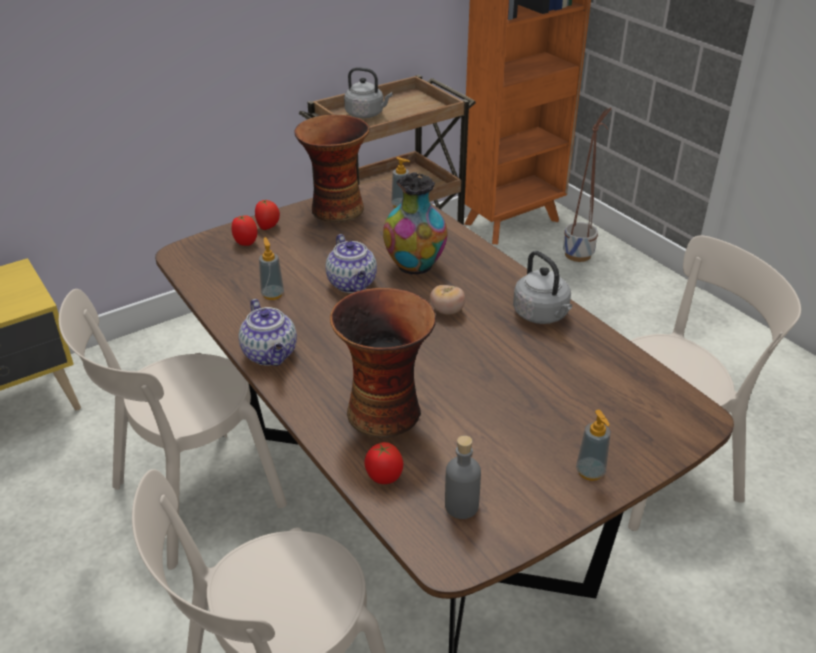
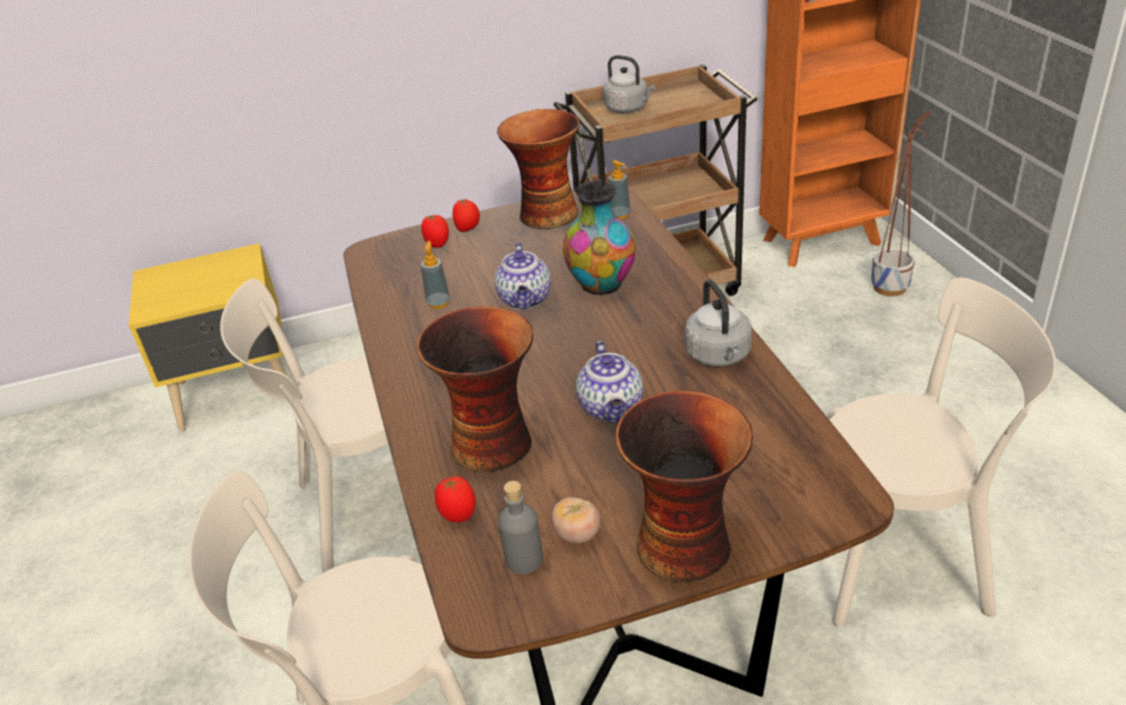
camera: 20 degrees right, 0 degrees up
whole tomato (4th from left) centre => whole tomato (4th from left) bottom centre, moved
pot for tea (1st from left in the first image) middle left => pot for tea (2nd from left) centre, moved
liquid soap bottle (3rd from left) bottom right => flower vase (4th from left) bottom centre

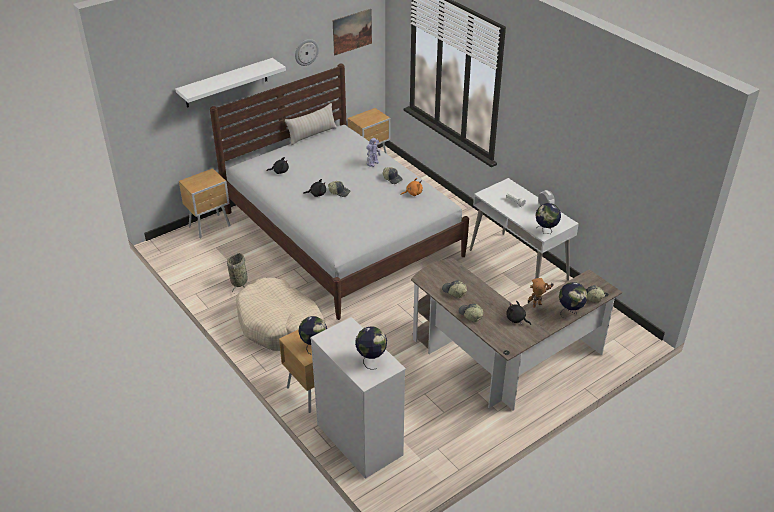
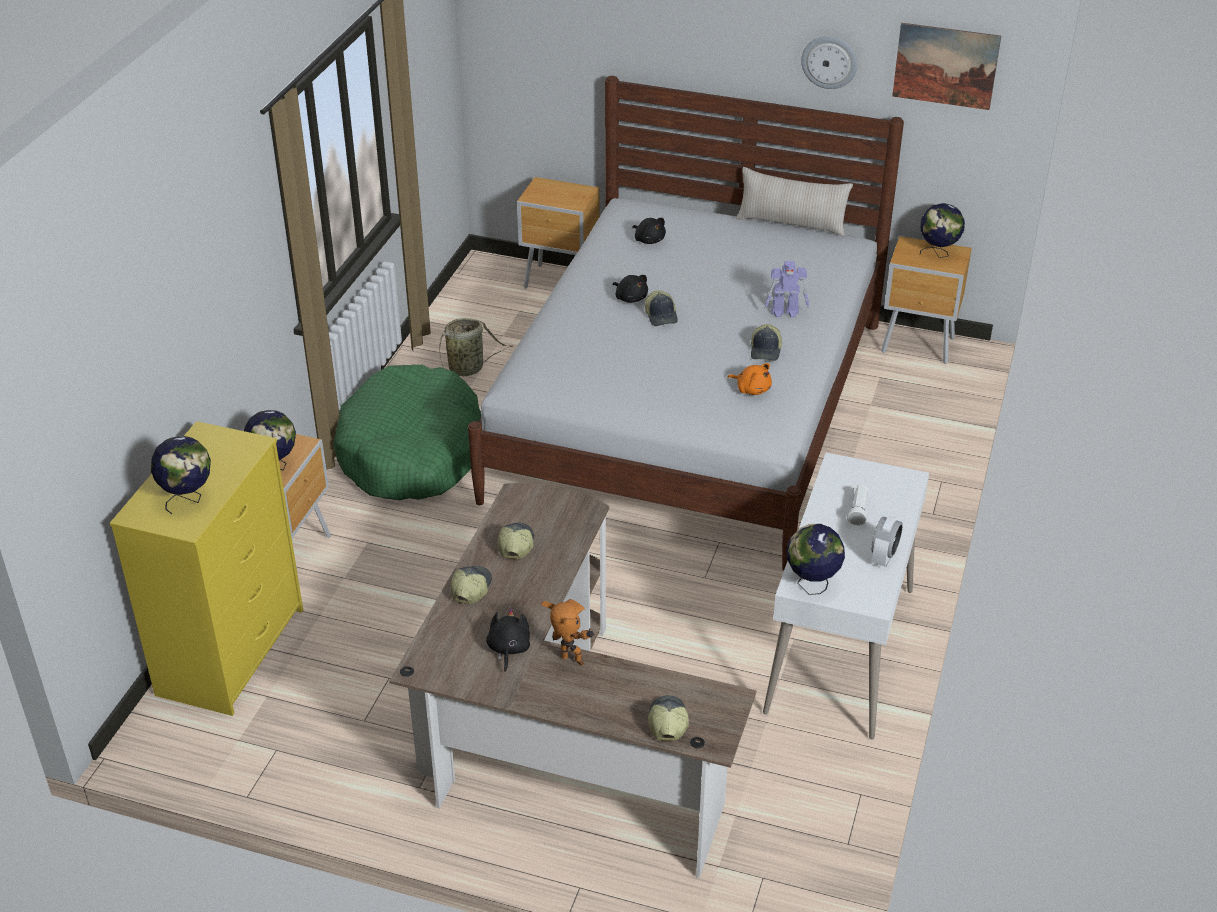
camera: 55 degrees right, 0 degrees up
dresser (whitish) bottom centre => dresser (yellow) middle left
dog cushion (beige) centre => dog cushion (greenish) centre
globe (4th from left) middle right => globe (4th from left) top right, moved
shelf (whitish) top left => nothing

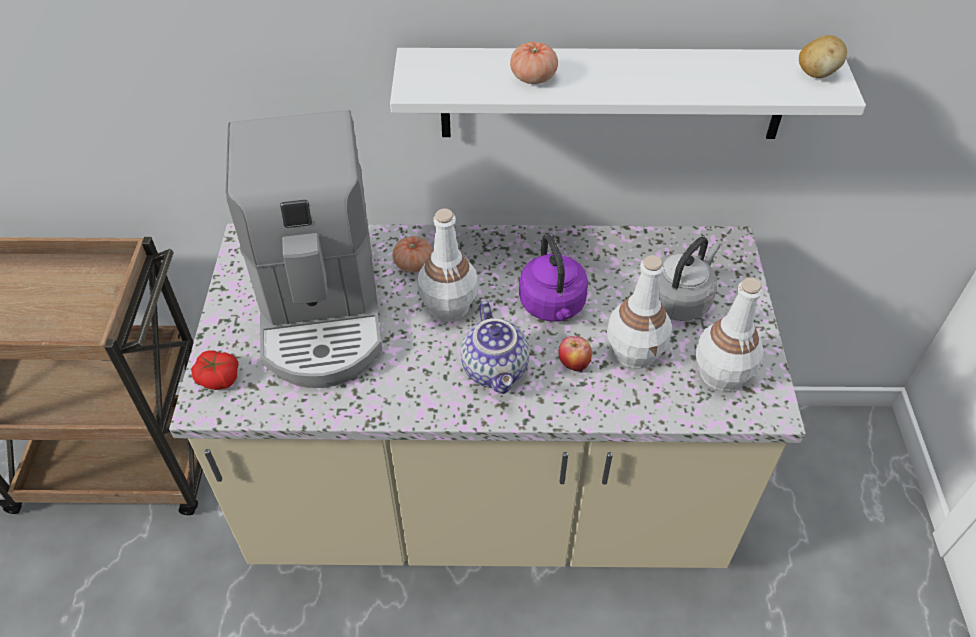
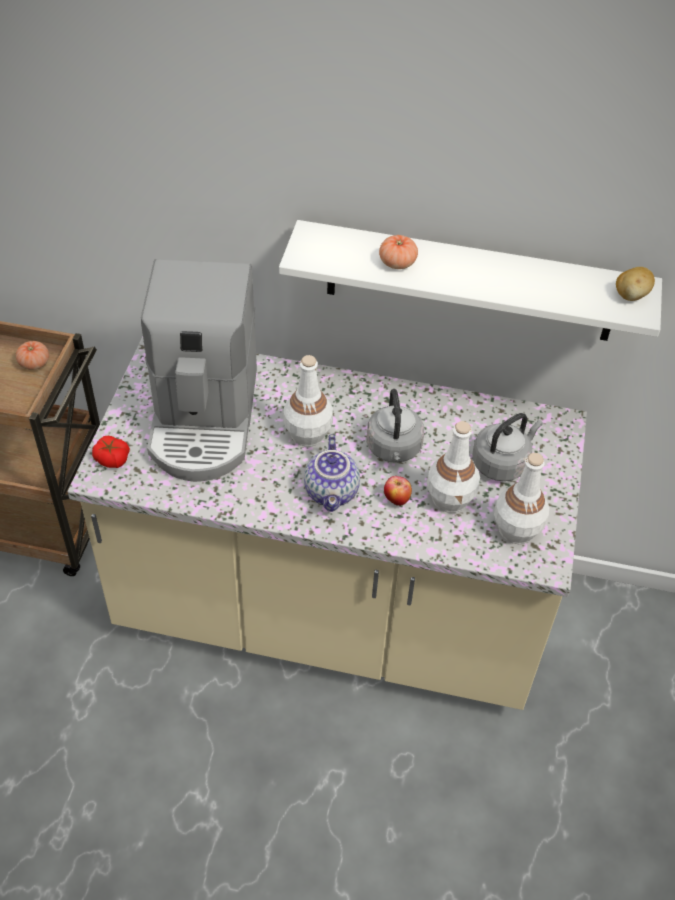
camera: 10 degrees right, 0 degrees up
whole tomato (2nd from left in the first image) centre => whole tomato (1st from left) middle left, moved
water kettle (purple) centre => water kettle (gray) (1st from left) centre

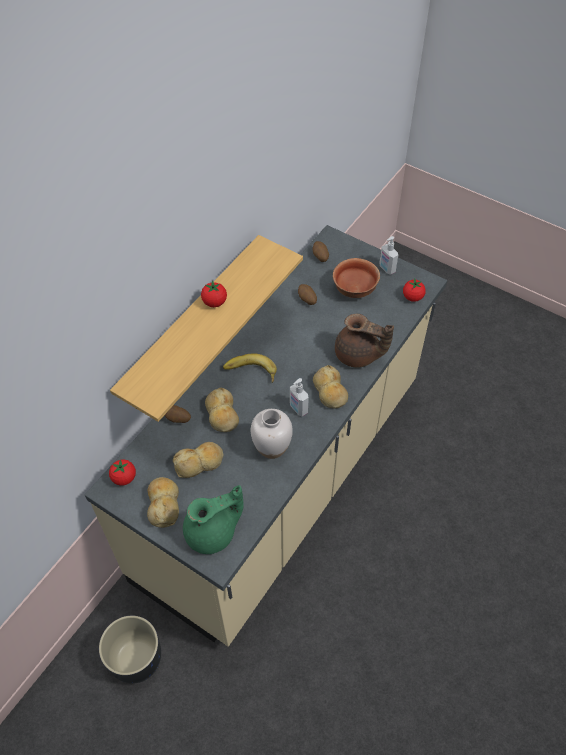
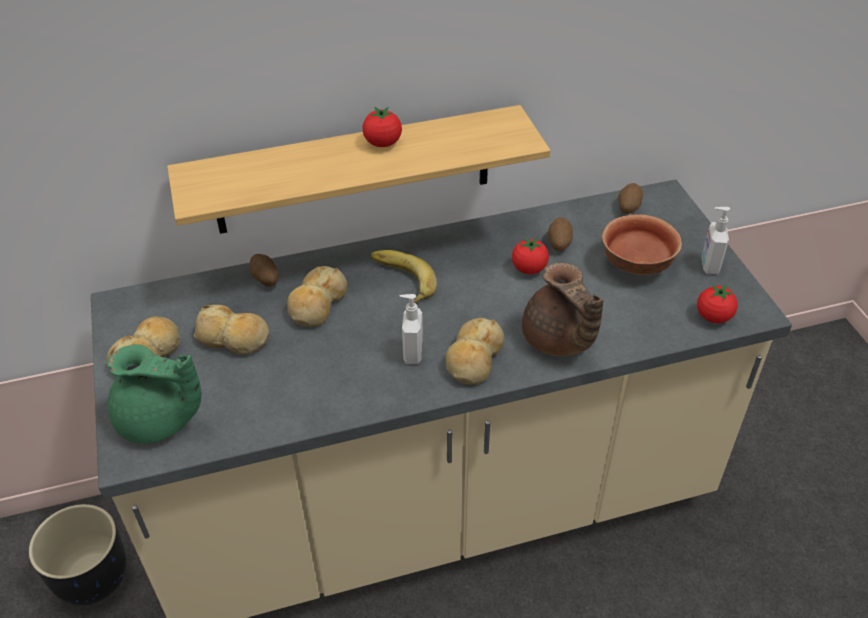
camera: 40 degrees right, 10 degrees down
whole tomato (1st from left in the first image) middle left => whole tomato (2nd from left) centre, moved
flower vase (whitish) centre => nothing

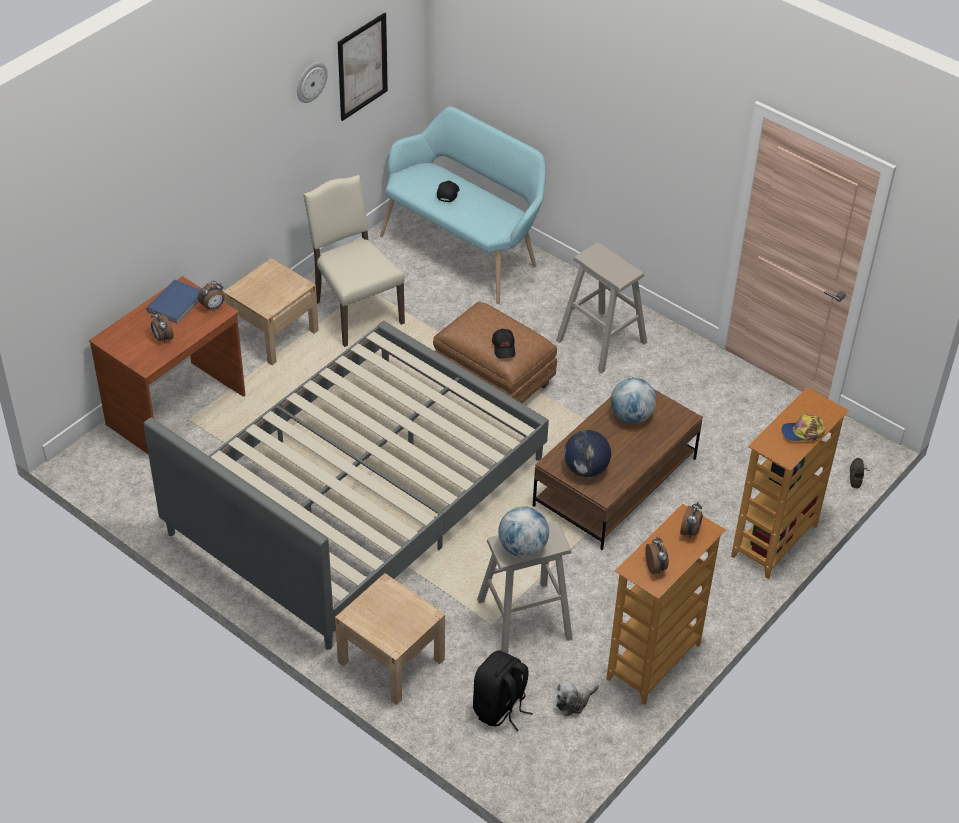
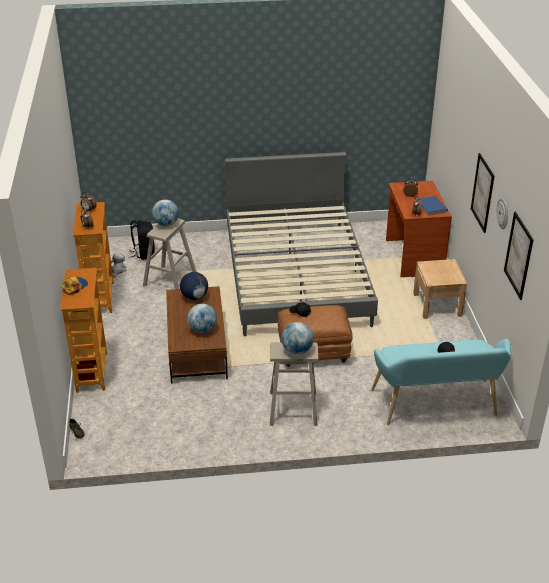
camera: 135 degrees right, 10 degrees down
nothing => globe (4th from left) centre
nothing => picture (1st from left) top right
plain chair (beige) top centre => nothing
nightstand (beige) (2nd from left) bottom centre => nothing

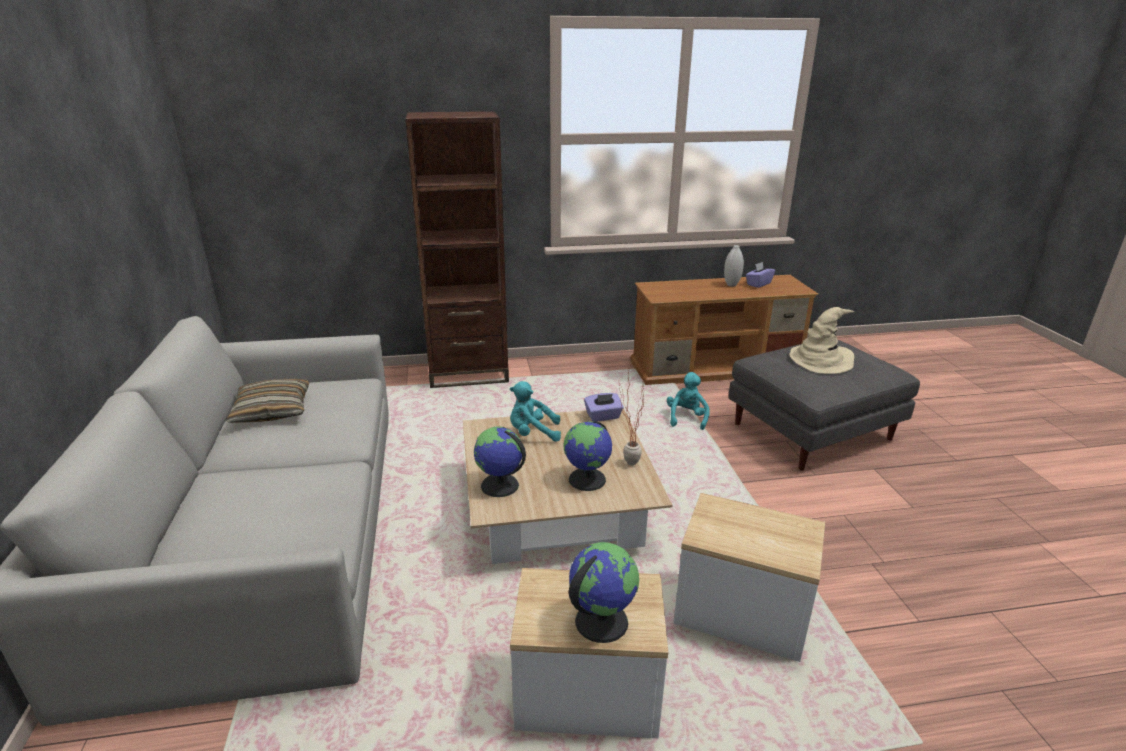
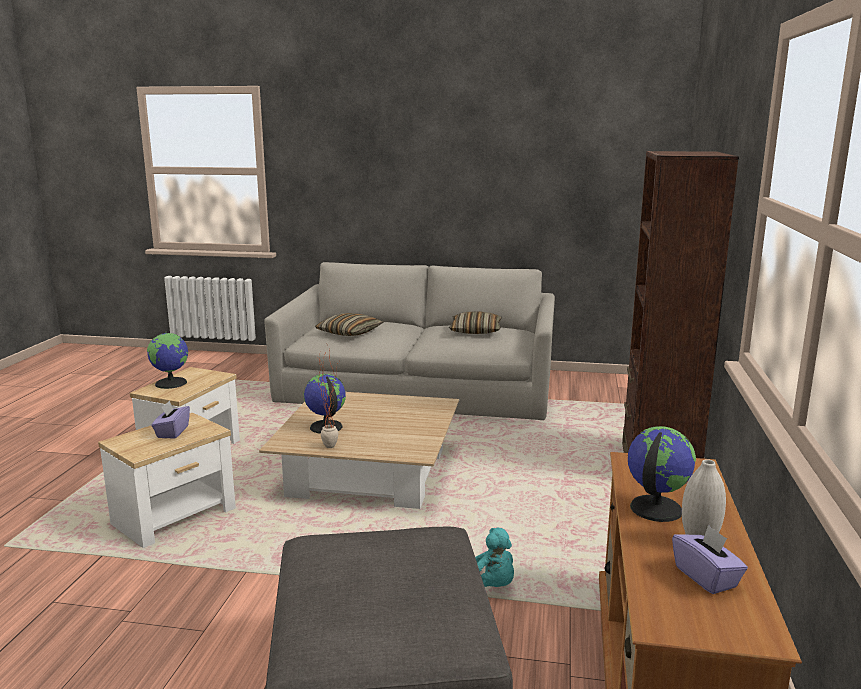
camera: 110 degrees right, 10 degrees down
tissue box (purple) (1st from left) centre => tissue box (purple) (1st from left) middle left, moved
nothing => pillow (1st from left) centre
globe (1st from left in the first image) centre => globe (3rd from left) bottom right, moved
soft toy (blue-green) (1st from left) centre => nothing
clothing hat (beige) middle right => nothing

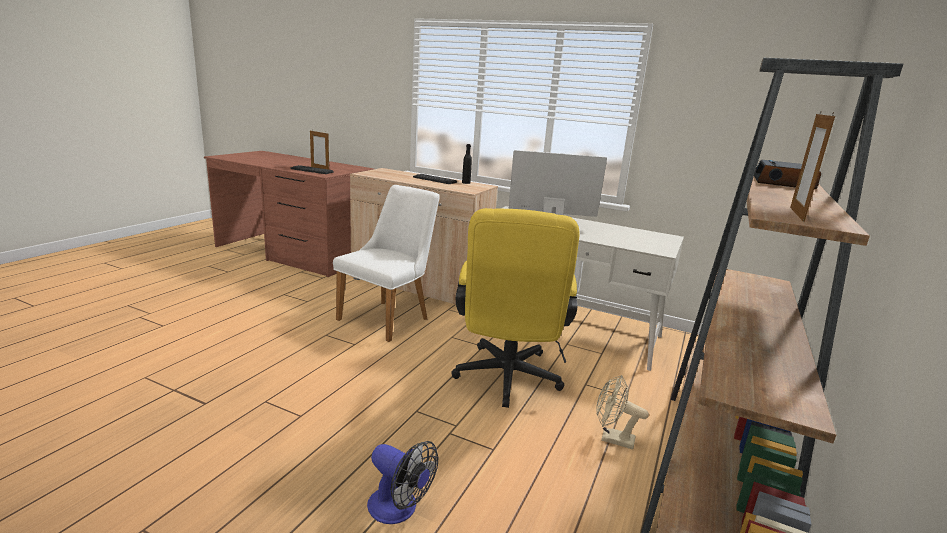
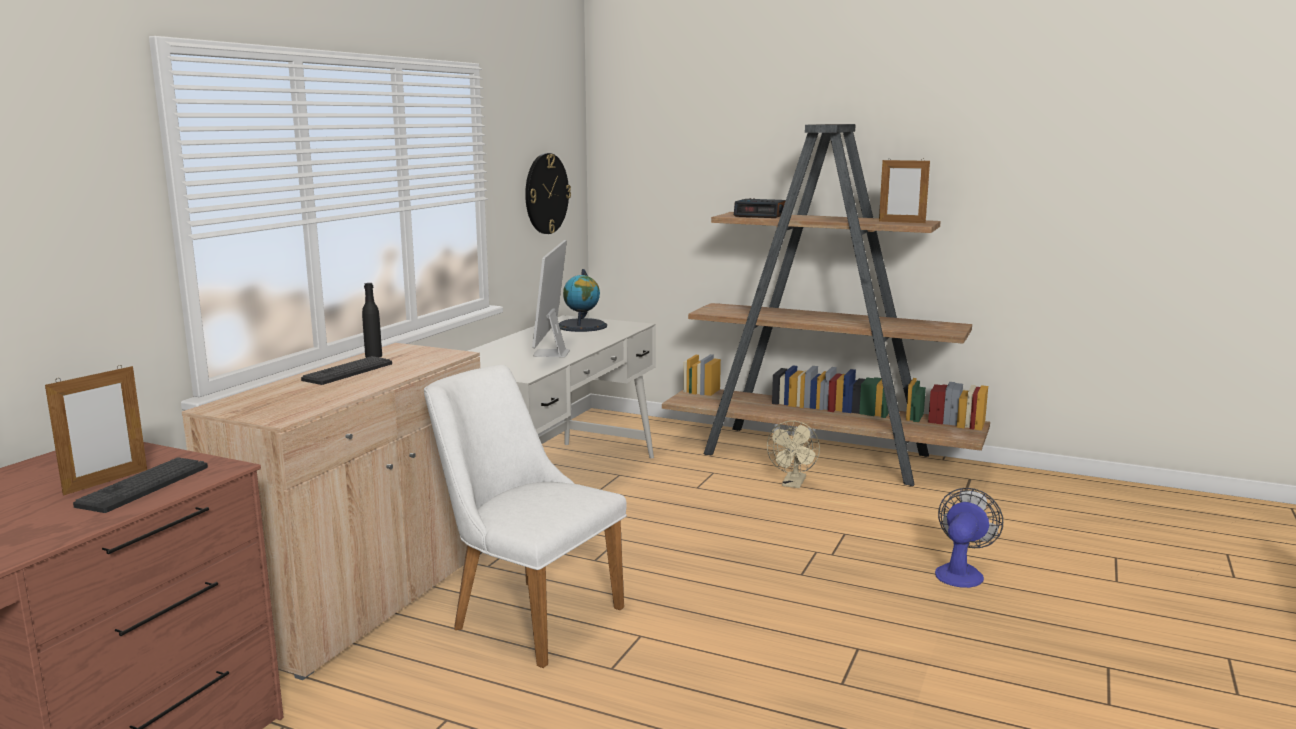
camera: 90 degrees left, 5 degrees down
nothing => hanging clock top centre
nothing => globe centre
computer chair (yellow) centre => nothing

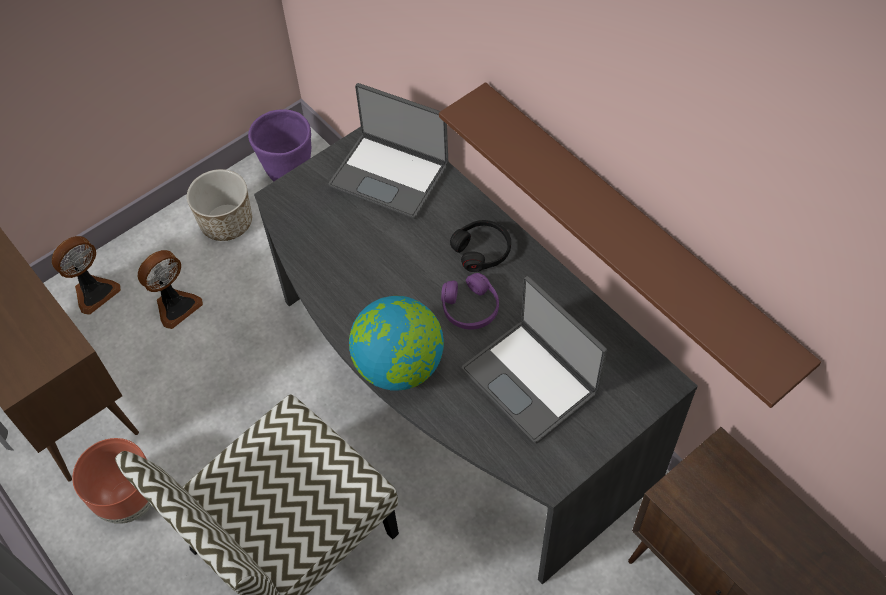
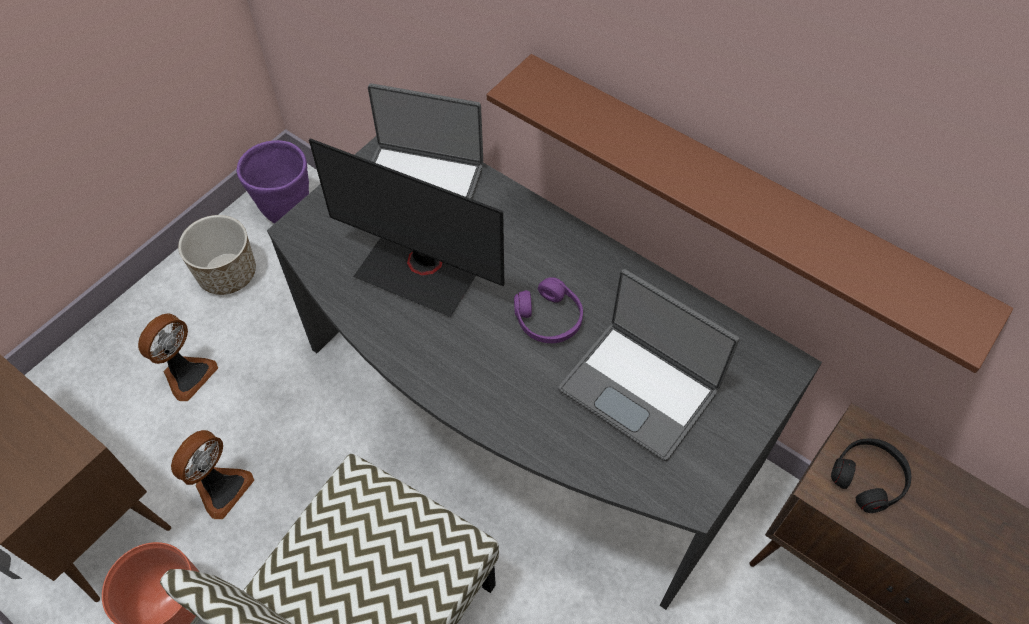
camera: 15 degrees left, 0 degrees up
electric fan (1st from left in the first image) middle left => electric fan (2nd from left) bottom left, moved
nothing => computer screen centre
headphones (black) centre => headphones (black) bottom right, moved
globe centre => nothing

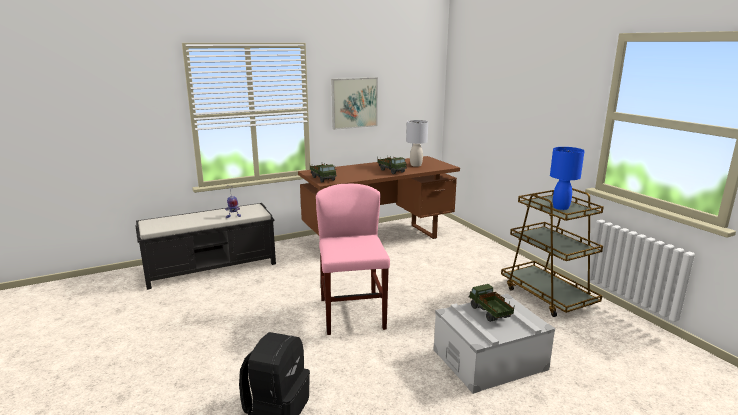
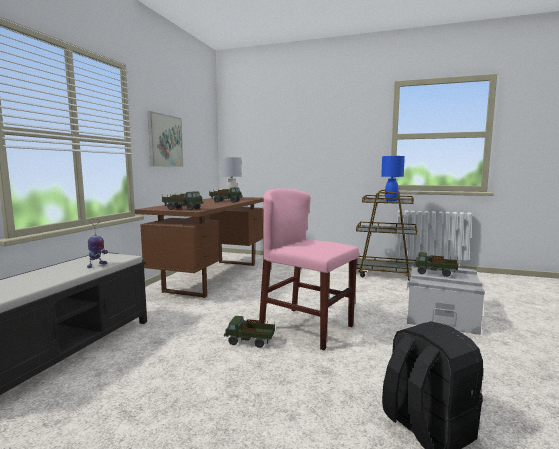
camera: 45 degrees left, 10 degrees down
nothing => model truck (3rd from left) bottom centre

